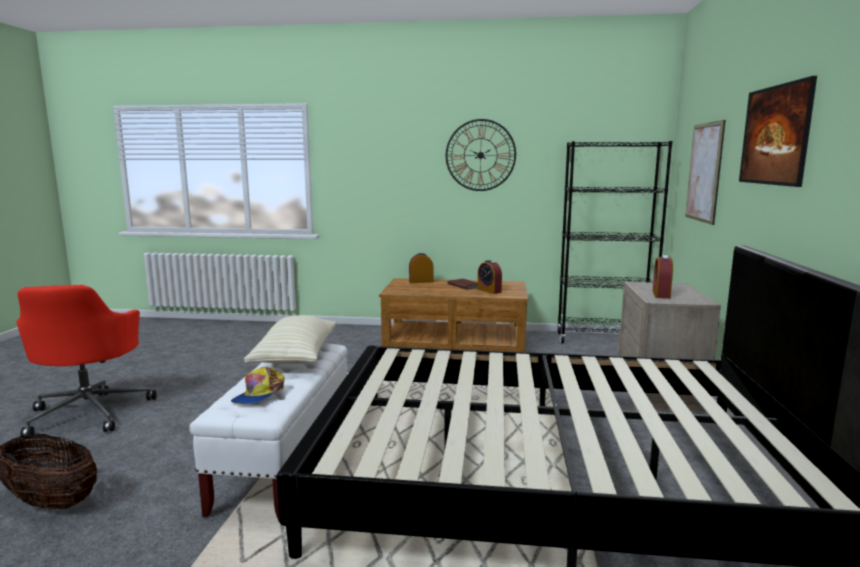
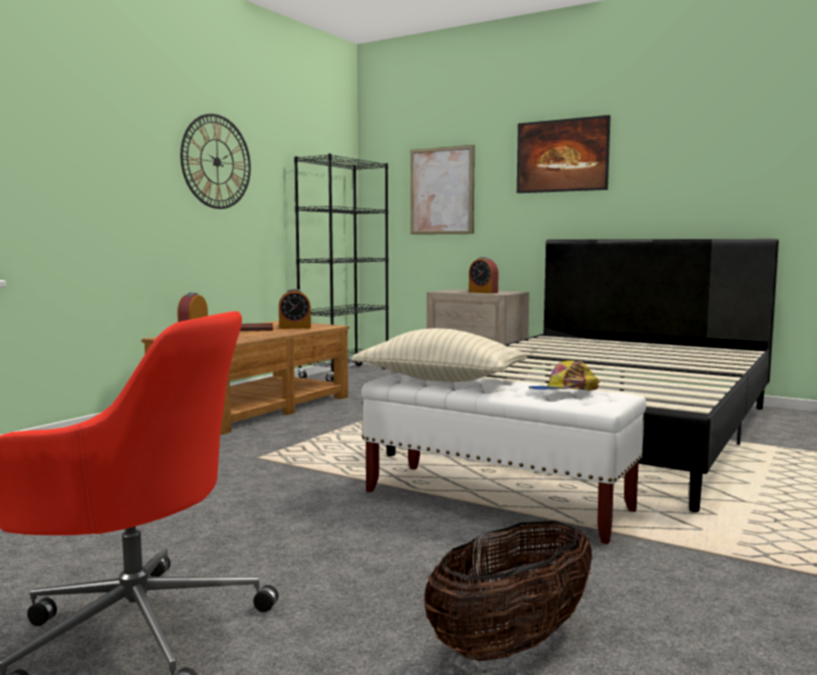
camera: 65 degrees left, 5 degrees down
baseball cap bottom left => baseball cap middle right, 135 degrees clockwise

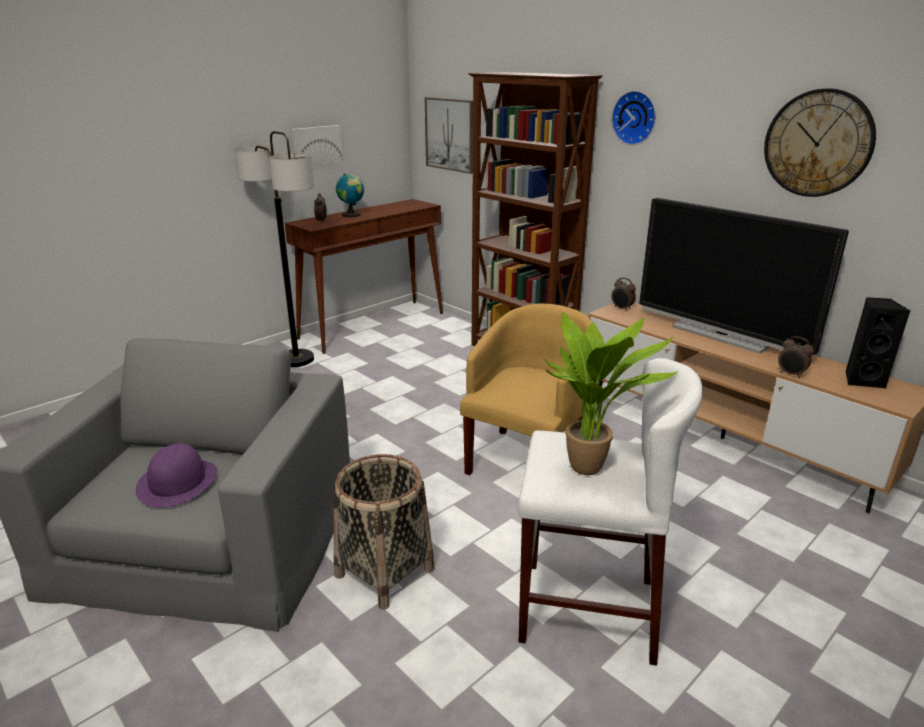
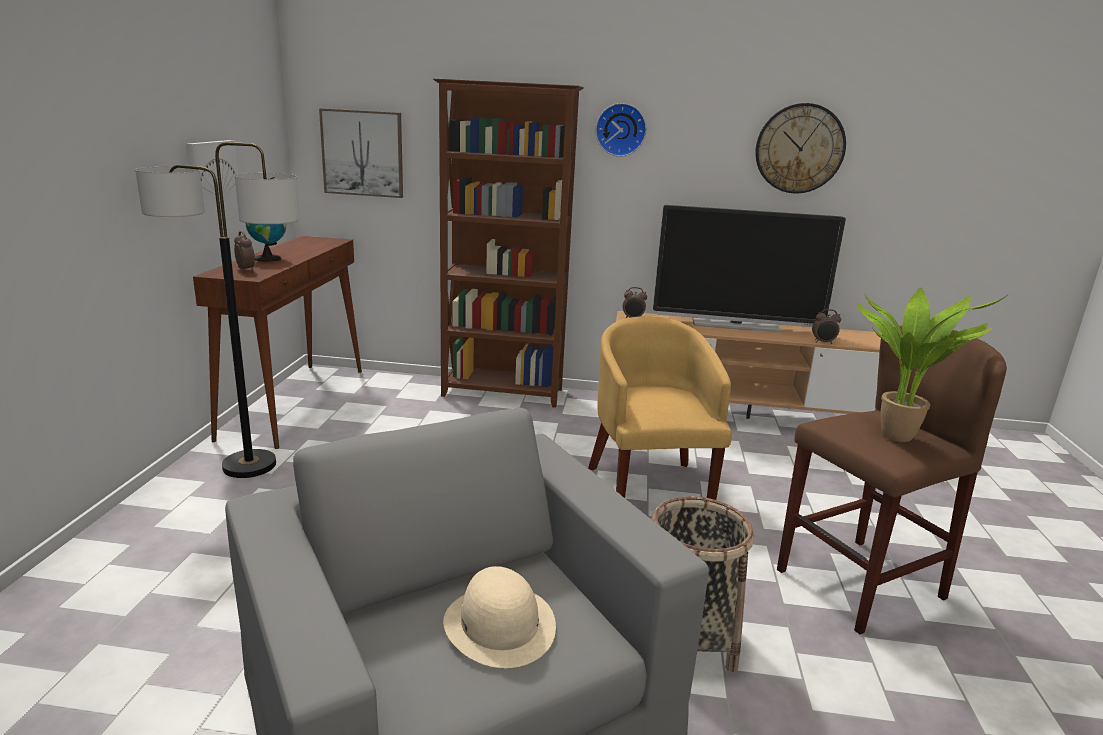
camera: 40 degrees left, 5 degrees down
clothing hat (purple) middle left => clothing hat (beige) bottom centre
stool seat (whitish) bottom centre => stool seat (brown-coloured) middle right
audio speaker (black) middle right => nothing

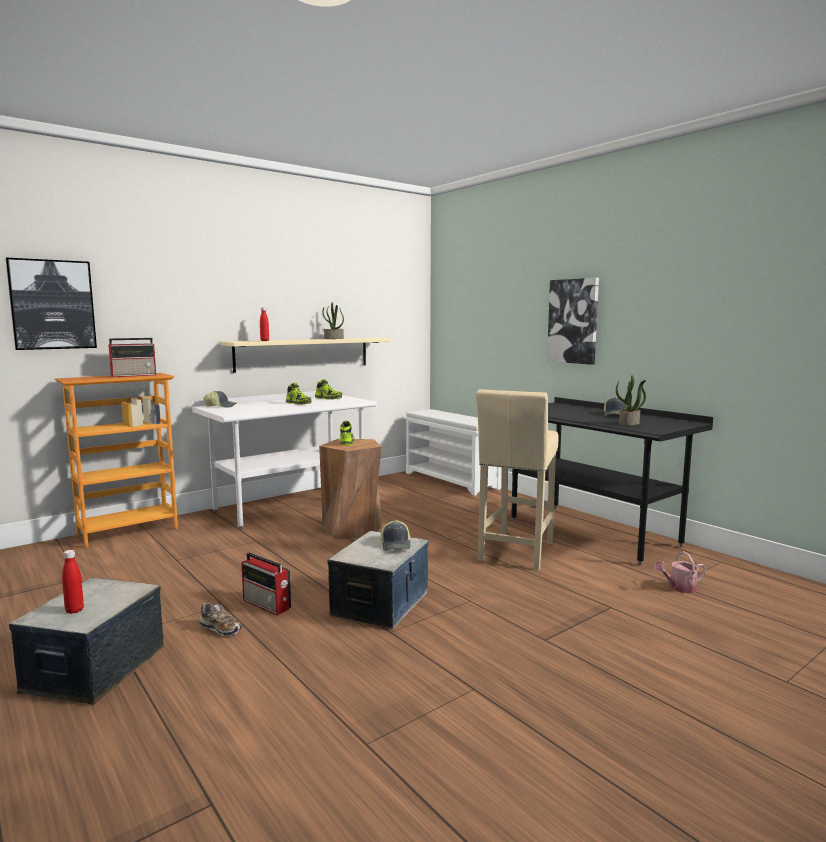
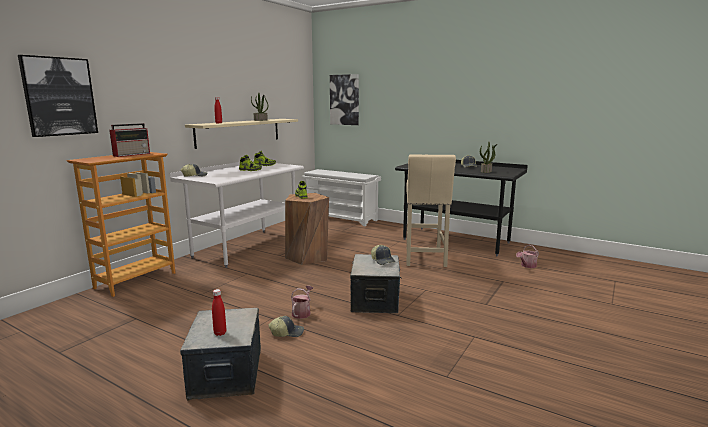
camera: 20 degrees left, 5 degrees up
shoe (1st from left) bottom left => baseball cap (2nd from left) bottom centre
radio set (2nd from left) bottom left => watering pot (1st from left) bottom centre
picture (2nd from left) middle right => picture (2nd from left) top centre, moved

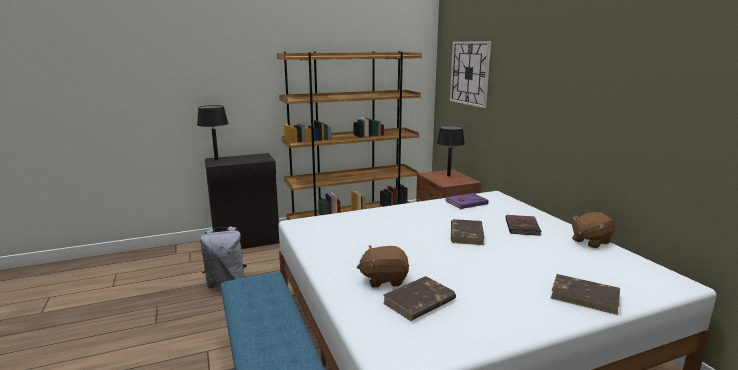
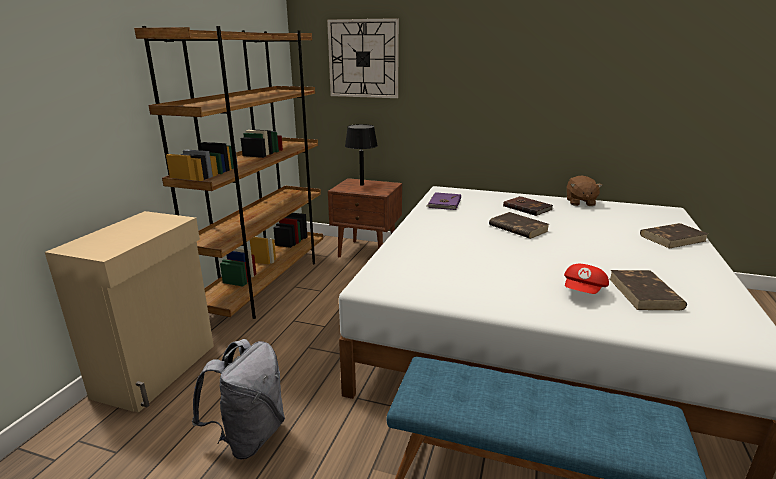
camera: 50 degrees left, 5 degrees up
cupboard (black) middle left => cupboard (beige) middle left
soft toy (brown-coloured) (1st from left) bottom centre => baseball cap (red-coloured) middle right
tabletop lamp (black) (1st from left) middle left => nothing

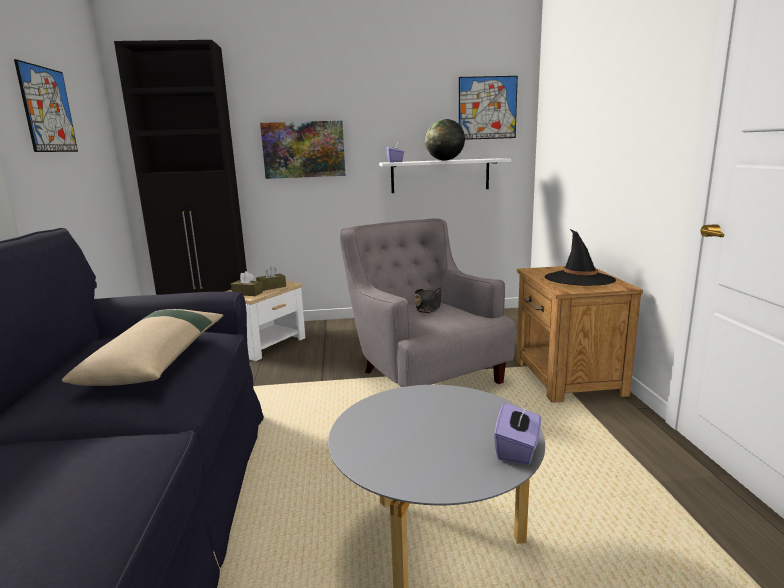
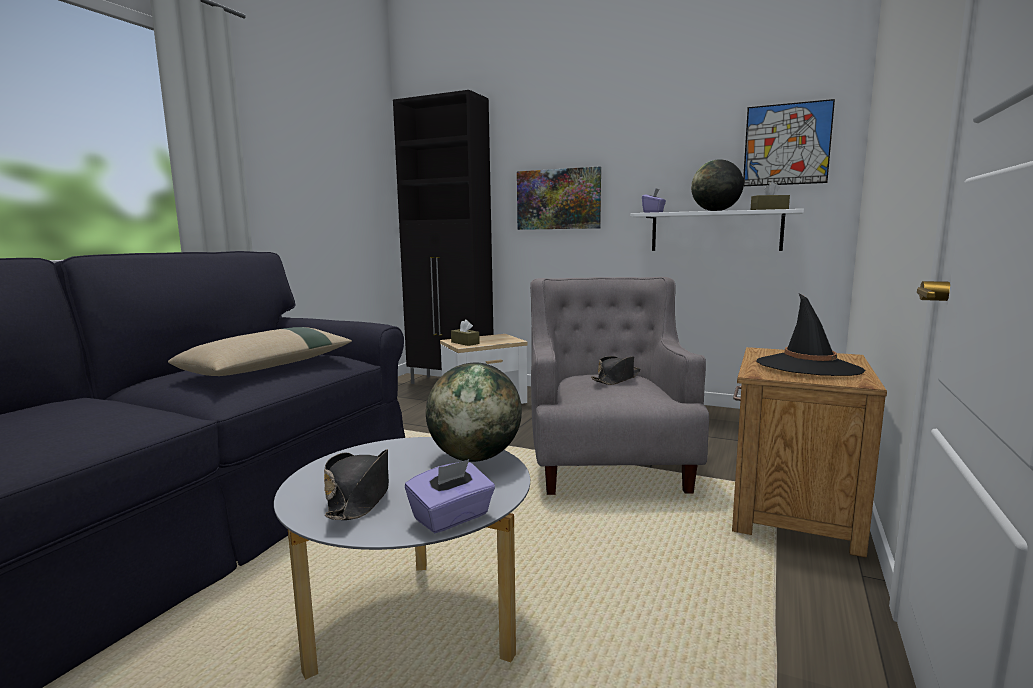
camera: 30 degrees right, 5 degrees down
nothing => clothing hat (black) (1st from left) bottom centre
nothing => globe (1st from left) centre
tissue box (brown-coloured) (2nd from left) centre => tissue box (brown-coloured) (2nd from left) top right, moved
picture (1st from left) top left => nothing

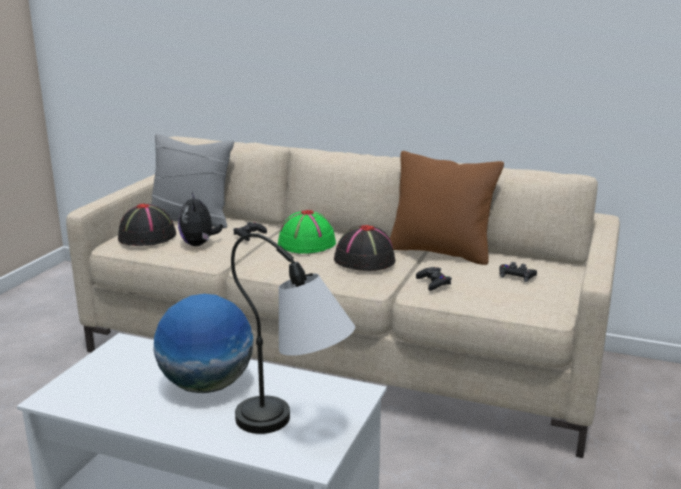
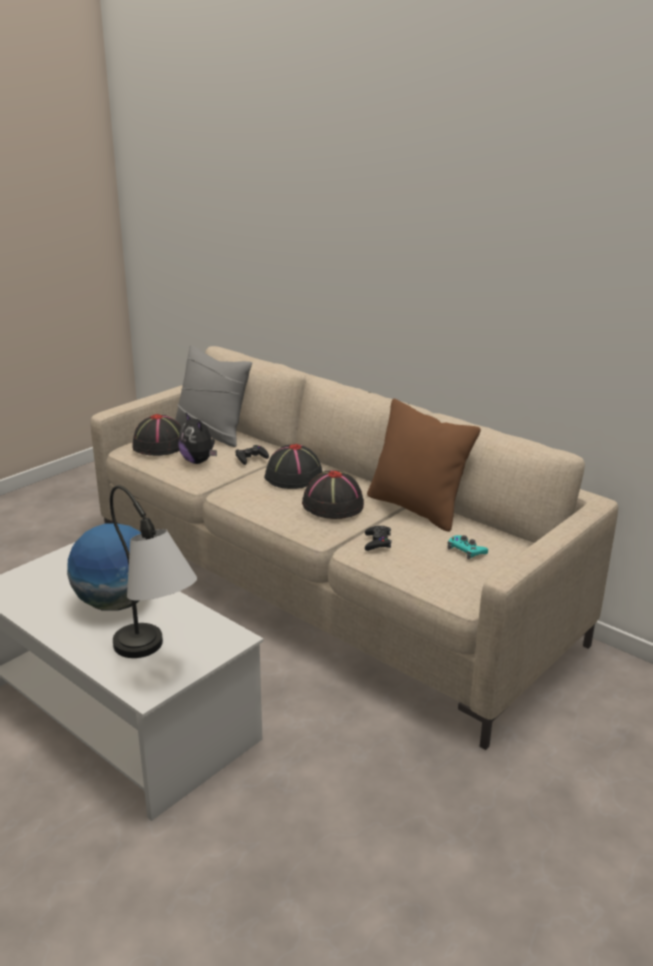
camera: 20 degrees right, 5 degrees up
soft toy middle left, 45 degrees counterclockwise
clothing hat (greenish) centre => clothing hat (black) (2nd from left) centre
game controller (black) (3rd from left) middle right => game controller (blue-green) middle right

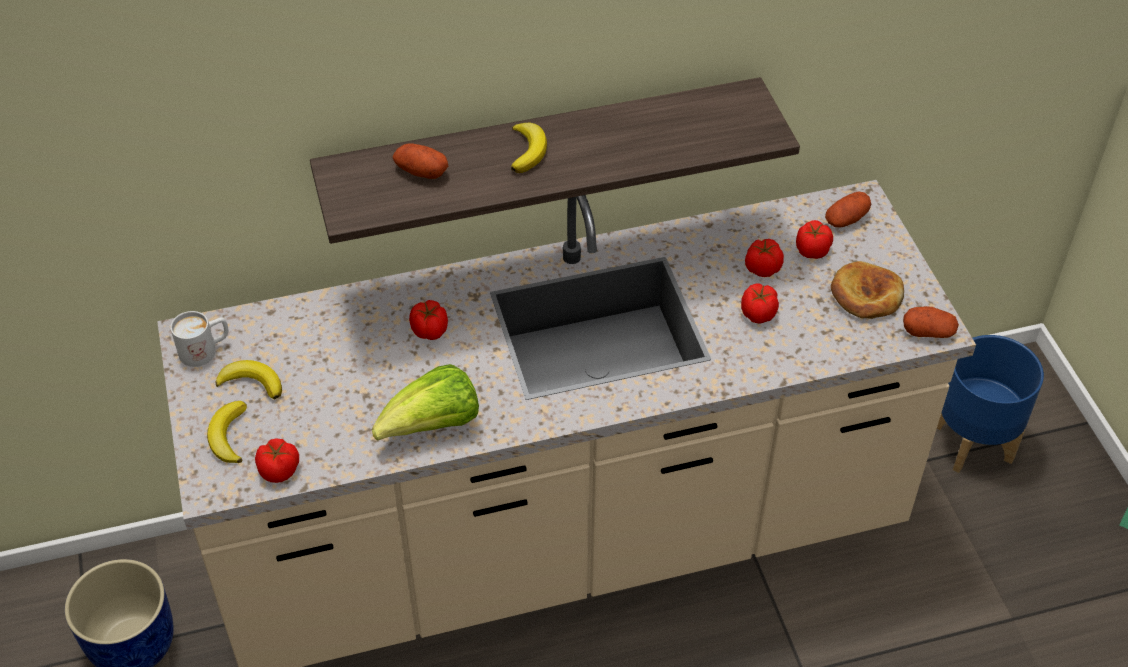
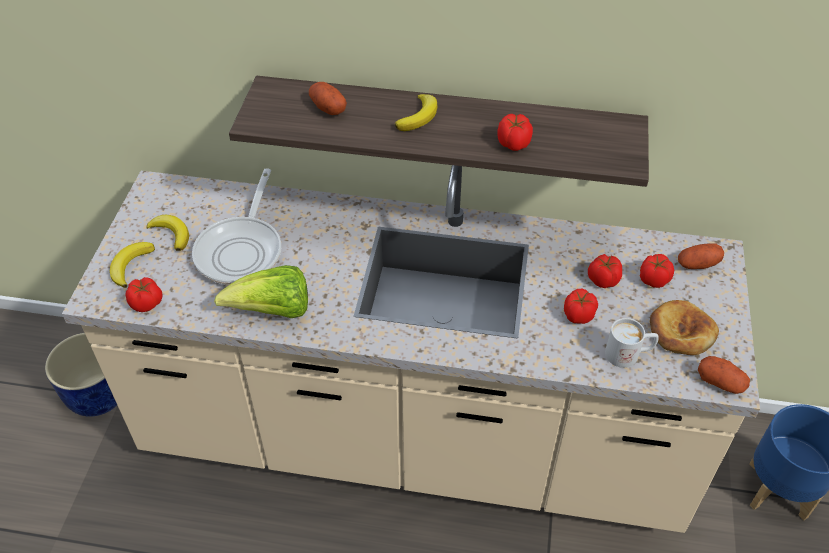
camera: 25 degrees right, 0 degrees up
nothing => skillet middle left
whole tomato (2nd from left) centre => whole tomato (2nd from left) top centre, moved
mug (whitish) middle left => mug (whitish) middle right, moved

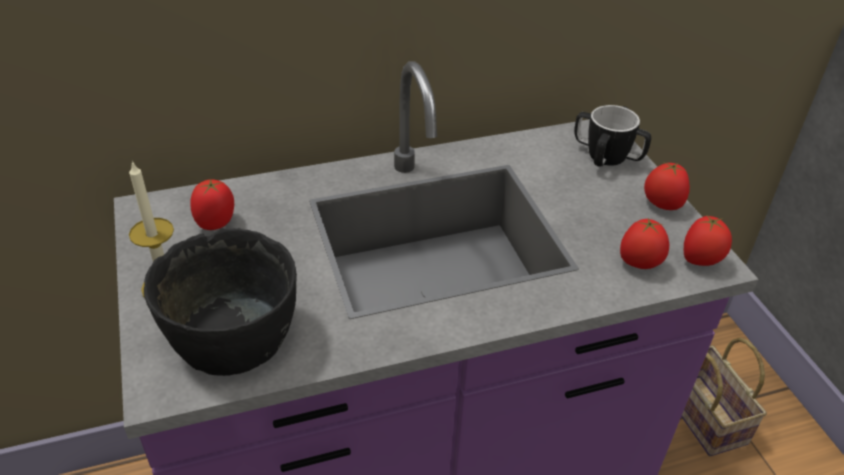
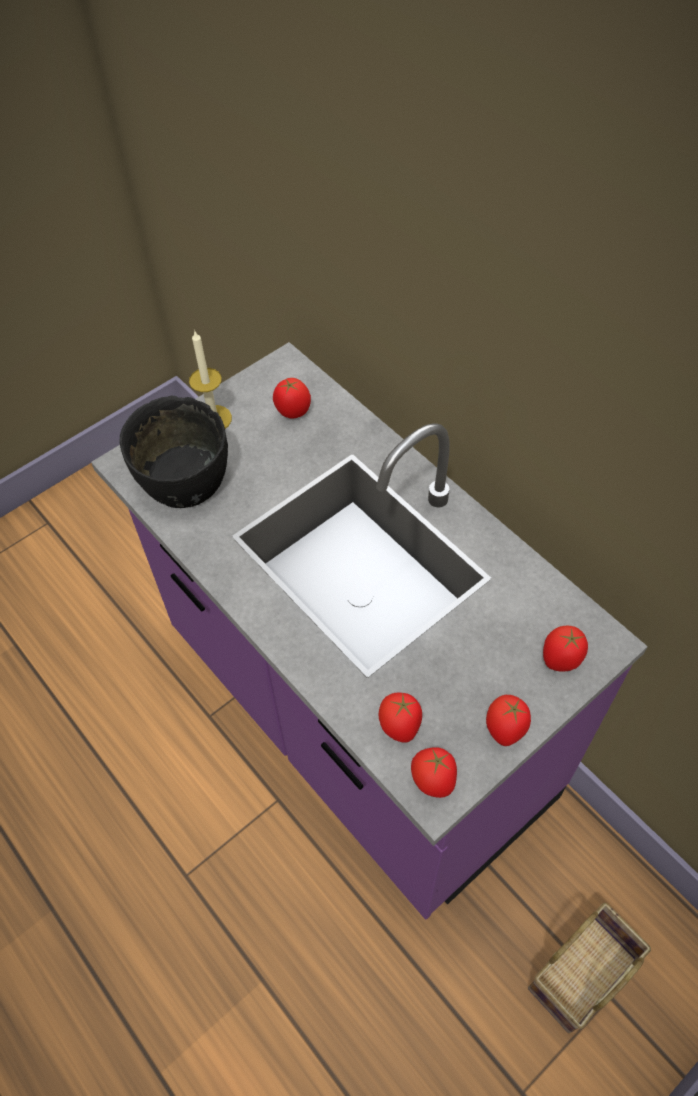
camera: 70 degrees right, 15 degrees up
mug top right => whole tomato (5th from left) middle right

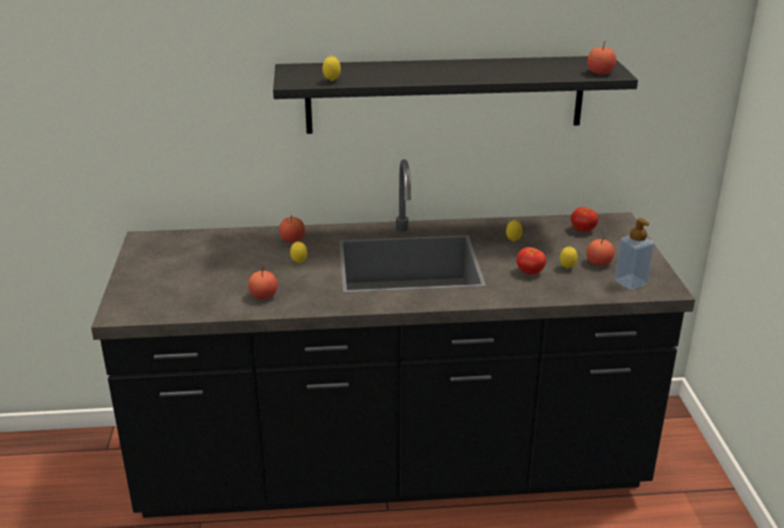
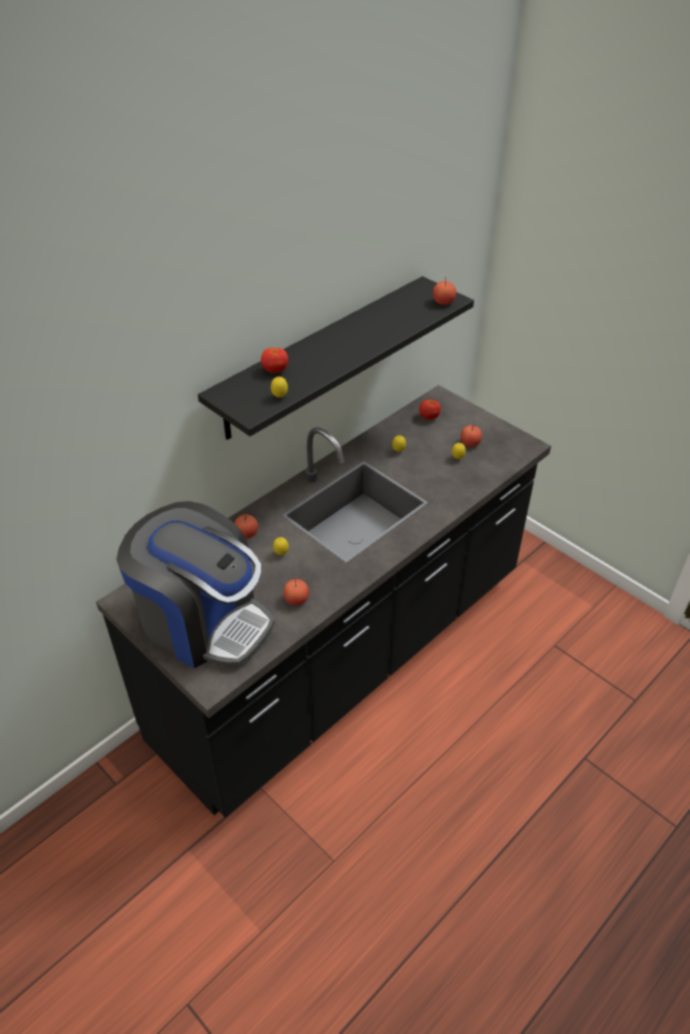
camera: 40 degrees left, 15 degrees up
nothing => coffee machine middle left
whole tomato (1st from left) middle right => whole tomato (1st from left) centre, moved
liquid soap bottle middle right => nothing

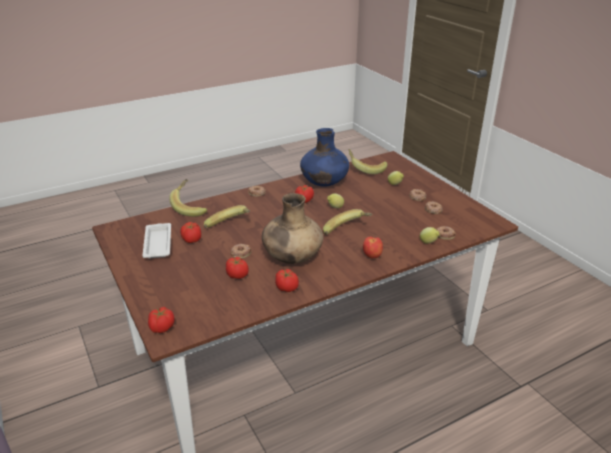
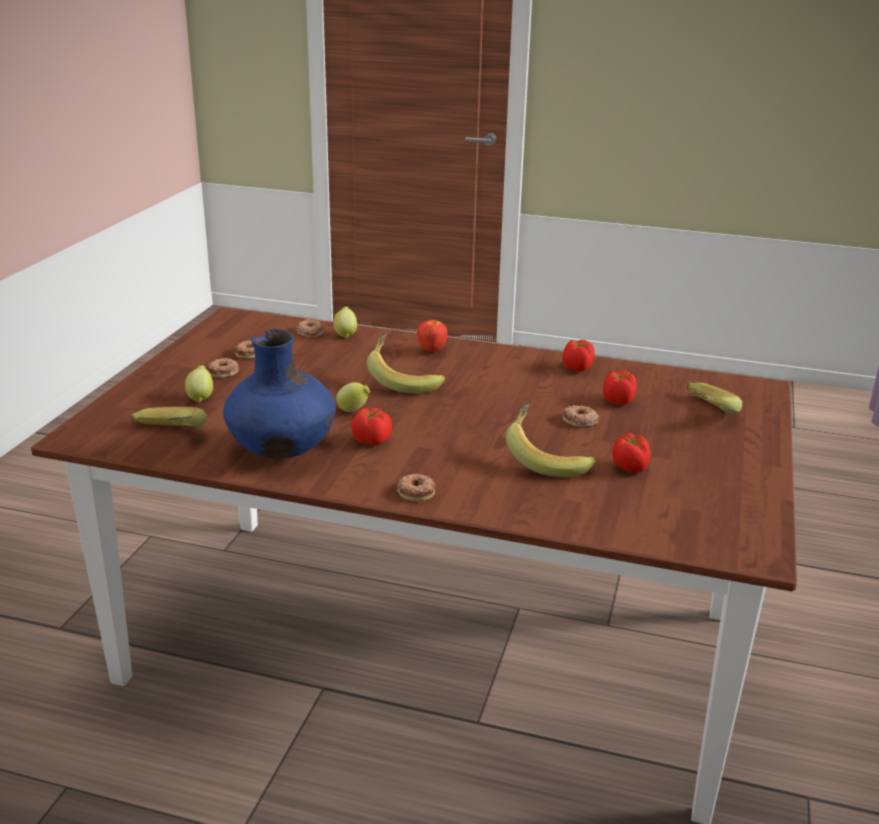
camera: 135 degrees left, 5 degrees down
banana fruit (1st from left in the first image) middle left => banana fruit (4th from left) middle right, moved
serving tray (whitish) middle left => nothing
whole tomato (1st from left) bottom left => nothing
flower vase (brown-coloured) centre => nothing

